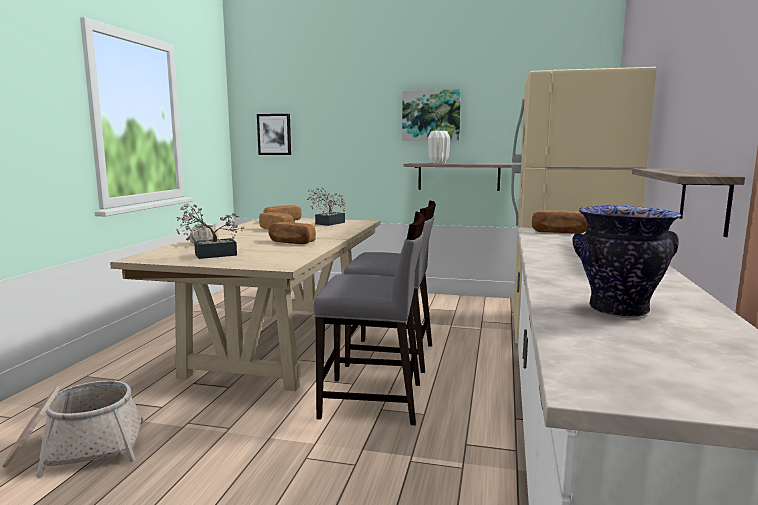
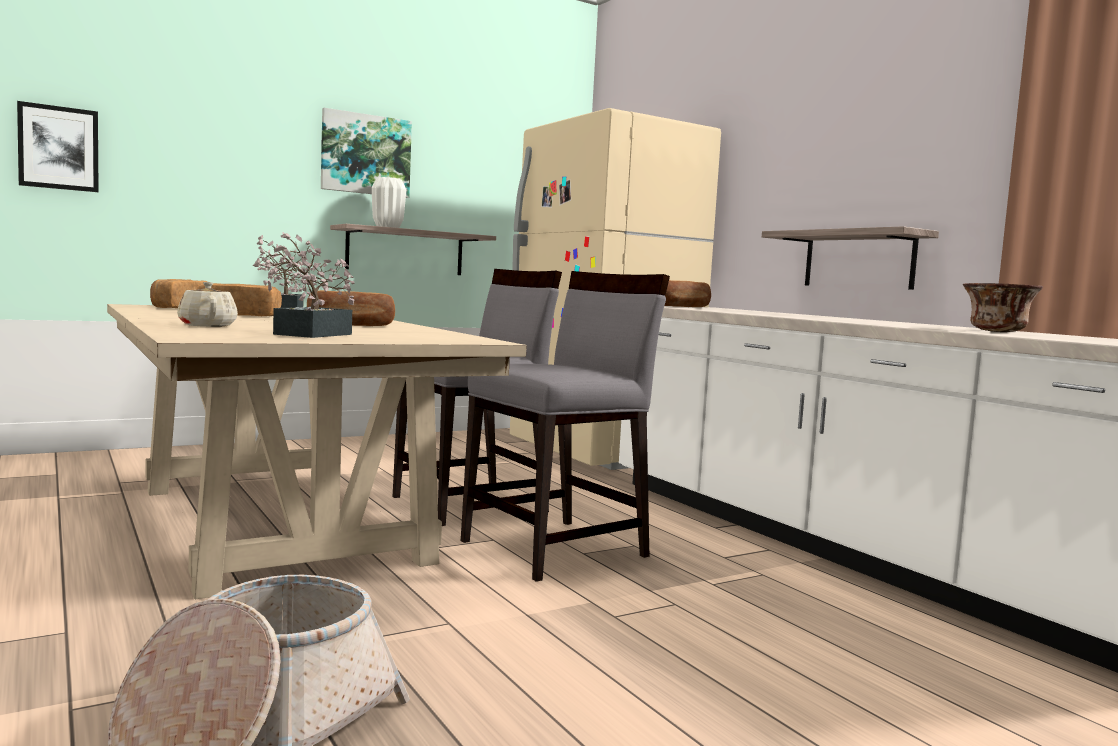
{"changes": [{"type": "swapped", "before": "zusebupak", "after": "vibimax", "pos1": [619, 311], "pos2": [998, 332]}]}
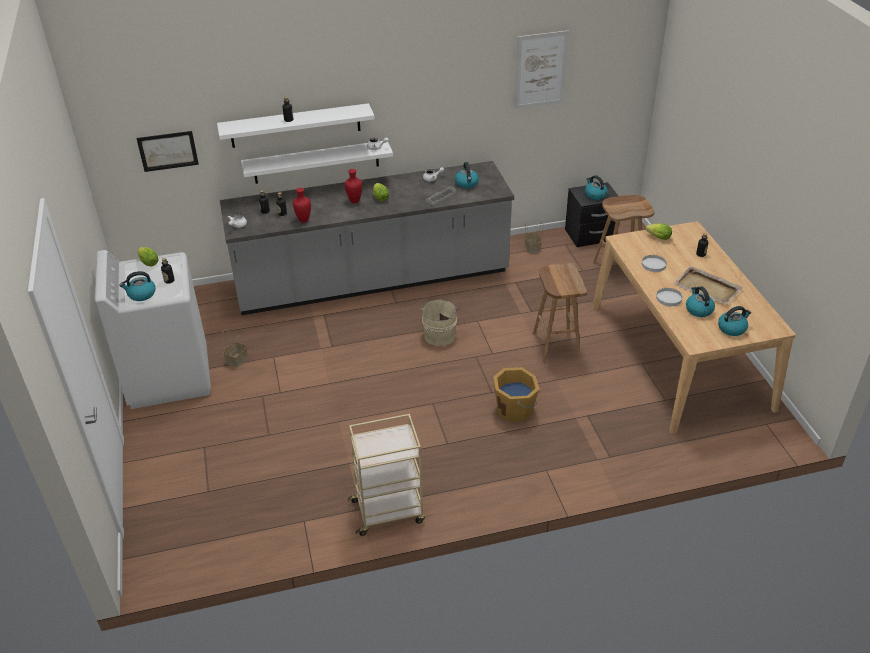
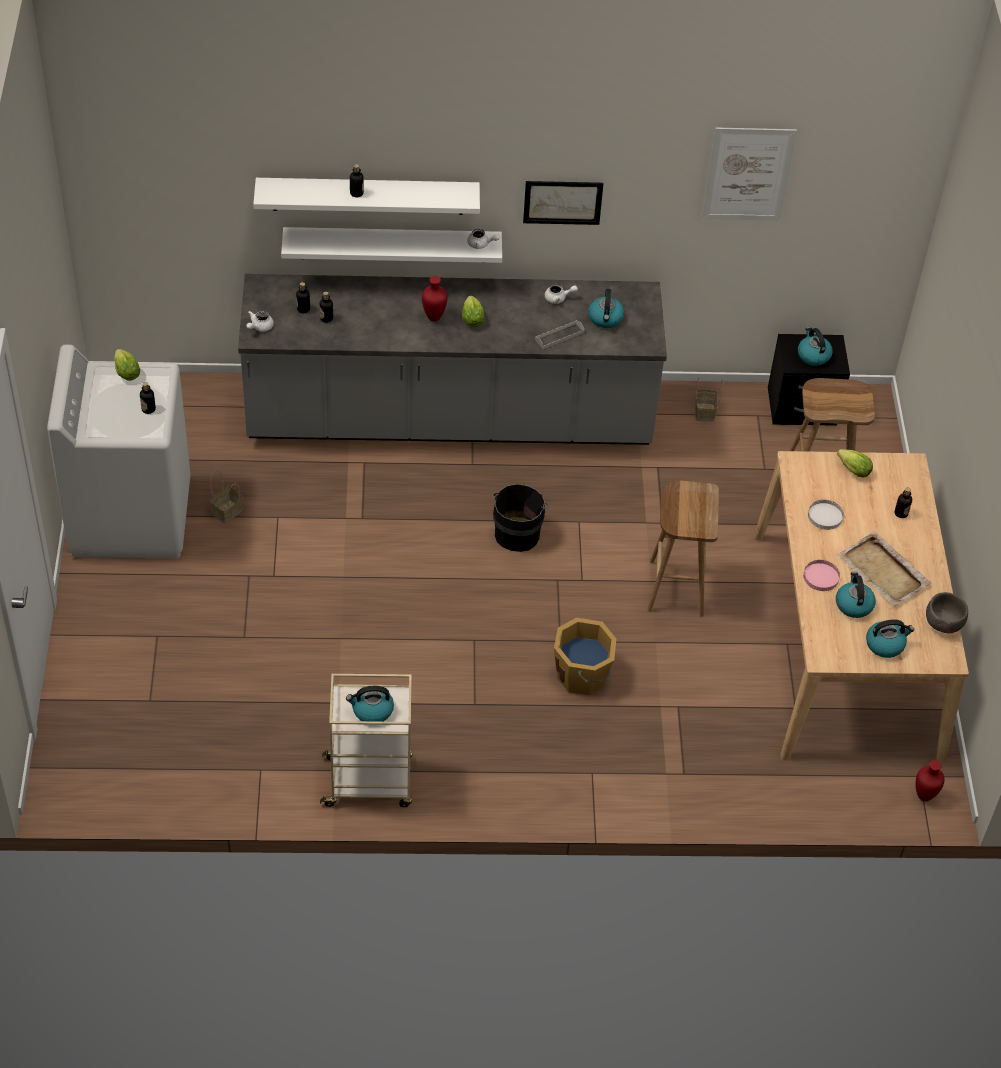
{"changes": [{"type": "shifted", "before": "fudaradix", "pos1": [141, 294], "pos2": [372, 711]}, {"type": "repainted", "before": "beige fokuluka", "after": "black fokuluka", "pos1": [439, 334], "pos2": [518, 532]}, {"type": "shifted", "before": "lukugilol", "pos1": [168, 151], "pos2": [562, 202]}, {"type": "repainted", "before": "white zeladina", "after": "pink zeladina", "pos1": [669, 298], "pos2": [820, 577]}, {"type": "shifted", "before": "red zusebupak", "pos1": [304, 221], "pos2": [924, 797]}, {"type": "new", "after": "brown vibimax", "pos2": [942, 624]}]}
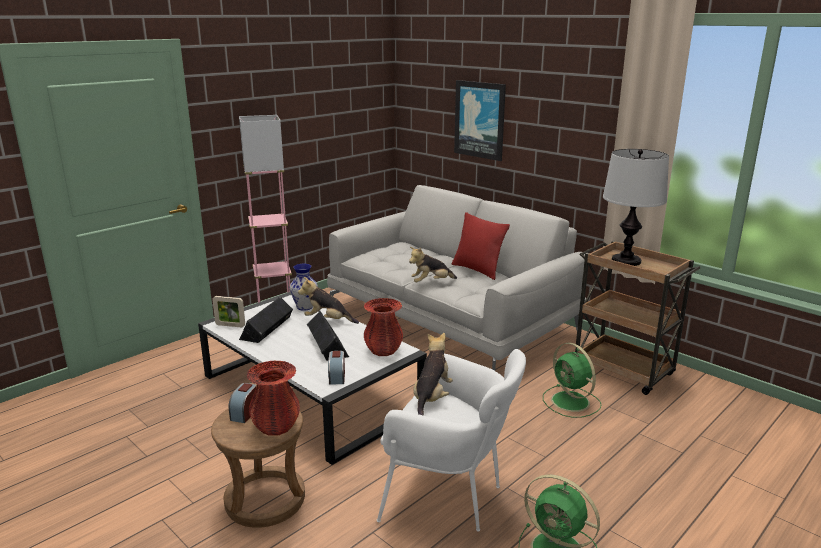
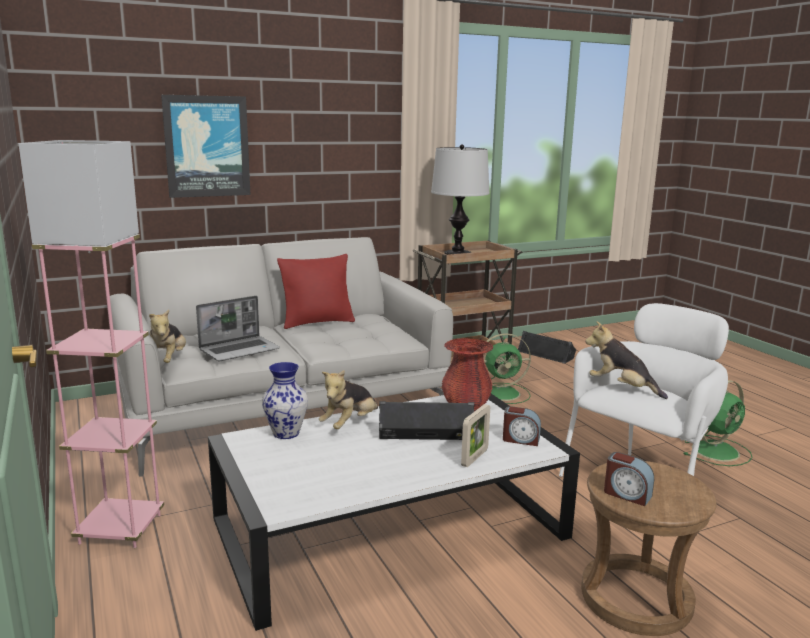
{"changes": [{"type": "shifted", "before": "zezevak", "pos1": [431, 282], "pos2": [168, 360]}, {"type": "new", "after": "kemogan", "pos2": [240, 350]}, {"type": "shifted", "before": "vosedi", "pos1": [230, 325], "pos2": [474, 458]}, {"type": "shifted", "before": "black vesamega", "pos1": [268, 328], "pos2": [546, 354]}, {"type": "gone", "before": "red zusebupak", "pos1": [276, 427]}]}
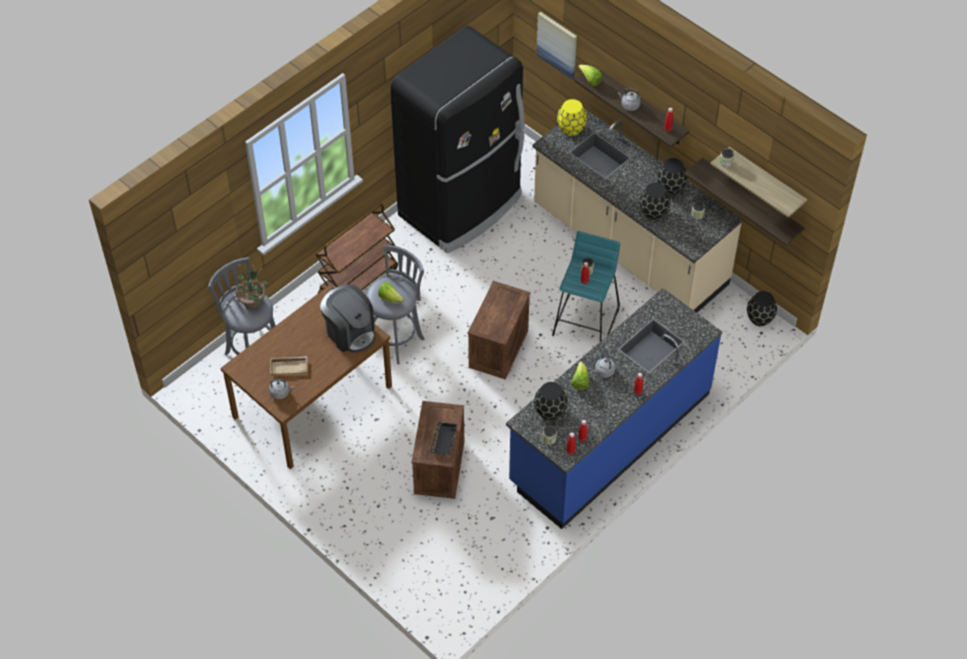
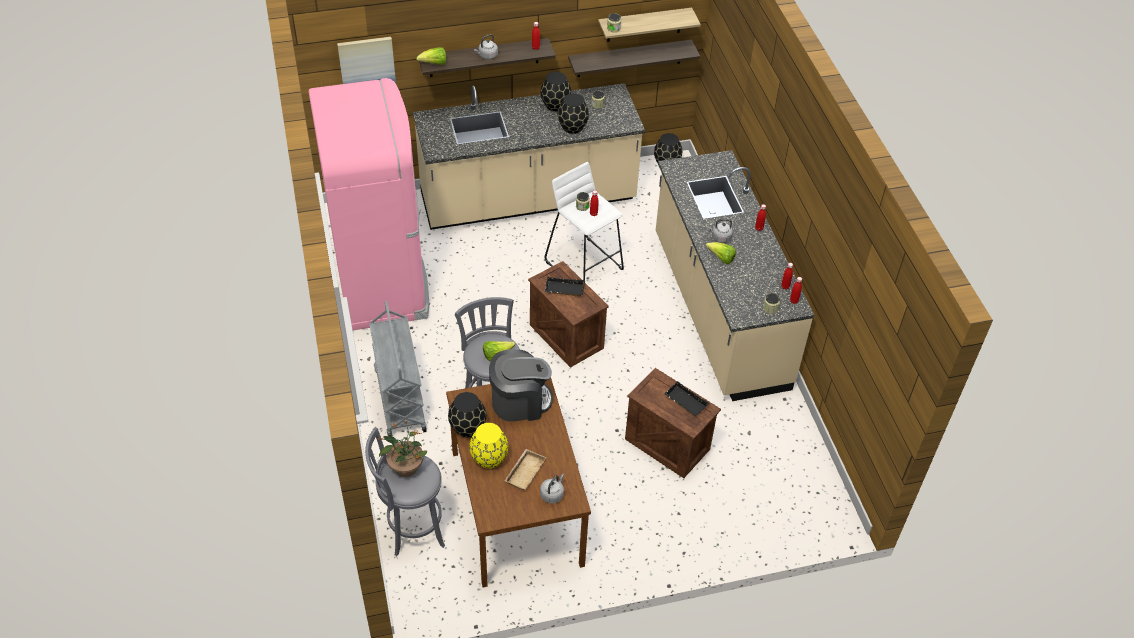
{"changes": [{"type": "repainted", "before": "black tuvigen", "after": "pink tuvigen", "pos1": [462, 206], "pos2": [382, 281]}, {"type": "repainted", "before": "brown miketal", "after": "grey miketal", "pos1": [358, 280], "pos2": [399, 399]}, {"type": "shifted", "before": "black zusebupak", "pos1": [550, 412], "pos2": [468, 428]}, {"type": "shifted", "before": "yellow zusebupak", "pos1": [571, 129], "pos2": [489, 459]}, {"type": "new", "after": "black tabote", "pos2": [564, 290]}, {"type": "repainted", "before": "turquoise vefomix", "after": "white vefomix", "pos1": [586, 321], "pos2": [584, 264]}, {"type": "repainted", "before": "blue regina", "after": "beige regina", "pos1": [609, 438], "pos2": [718, 311]}]}
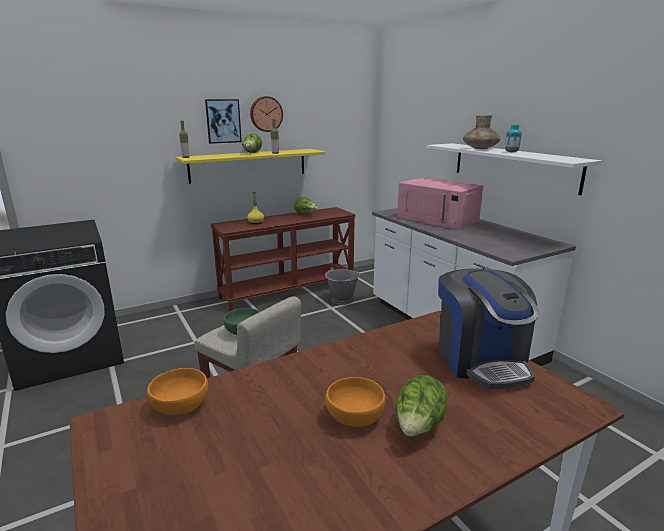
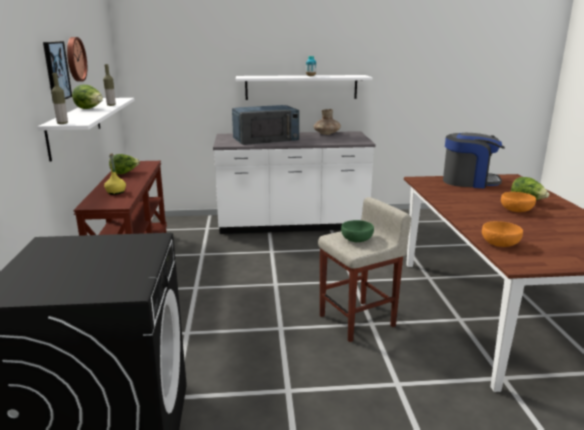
{"changes": [{"type": "repainted", "before": "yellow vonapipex", "after": "white vonapipex", "pos1": [249, 165], "pos2": [75, 126]}, {"type": "repainted", "before": "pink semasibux", "after": "blue semasibux", "pos1": [438, 219], "pos2": [266, 138]}, {"type": "shifted", "before": "brown zusebupak", "pos1": [480, 148], "pos2": [326, 134]}, {"type": "gone", "before": "grey fokuluka", "pos1": [342, 300]}]}
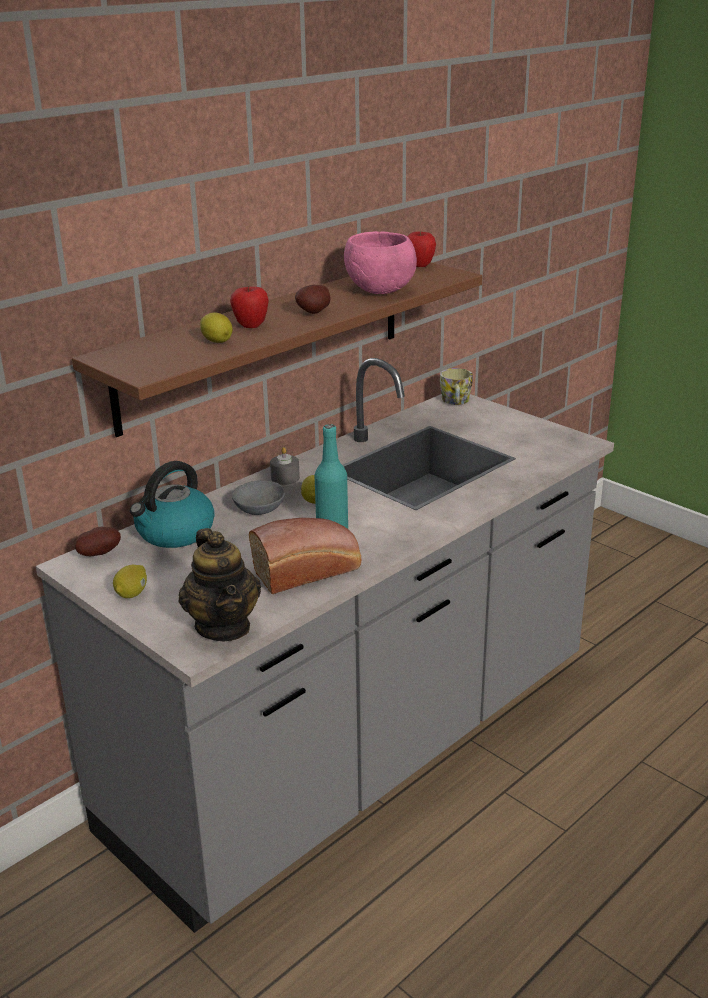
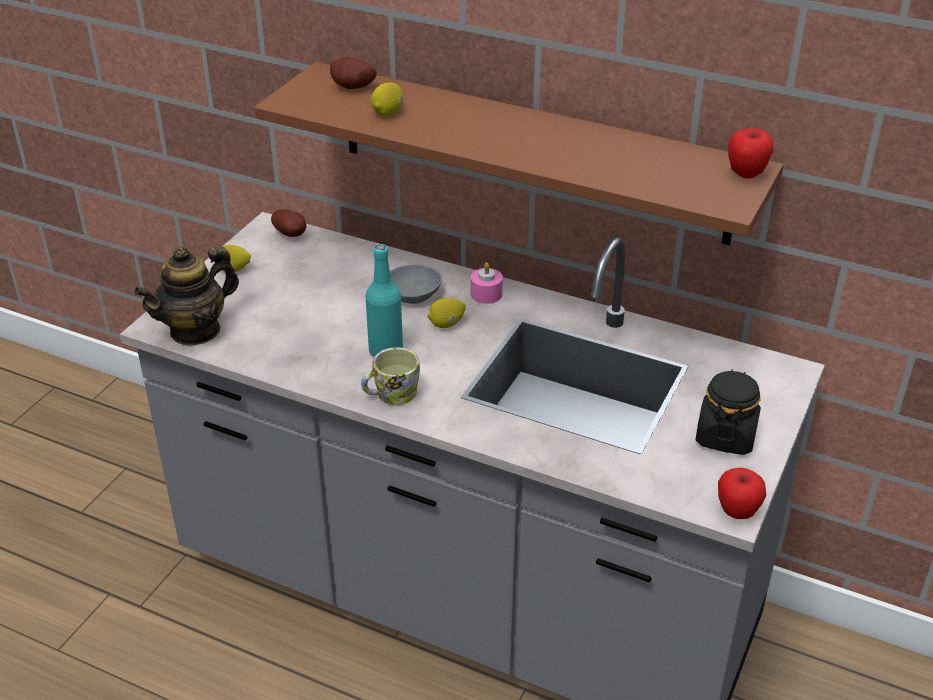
{"changes": [{"type": "shifted", "before": "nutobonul", "pos1": [315, 313], "pos2": [352, 88]}, {"type": "shifted", "before": "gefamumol", "pos1": [455, 402], "pos2": [391, 394]}, {"type": "repainted", "before": "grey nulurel", "after": "pink nulurel", "pos1": [285, 478], "pos2": [486, 294]}, {"type": "new", "after": "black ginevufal", "pos2": [725, 436]}, {"type": "shifted", "before": "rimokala", "pos1": [251, 326], "pos2": [737, 512]}, {"type": "gone", "before": "fudaradix", "pos1": [174, 533]}, {"type": "gone", "before": "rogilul", "pos1": [309, 571]}, {"type": "gone", "before": "pink vibimax", "pos1": [380, 291]}]}
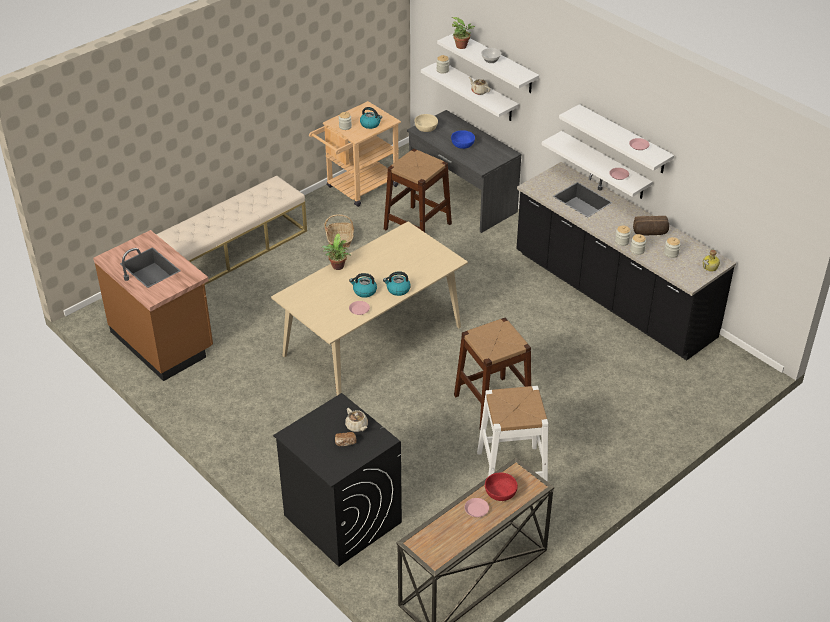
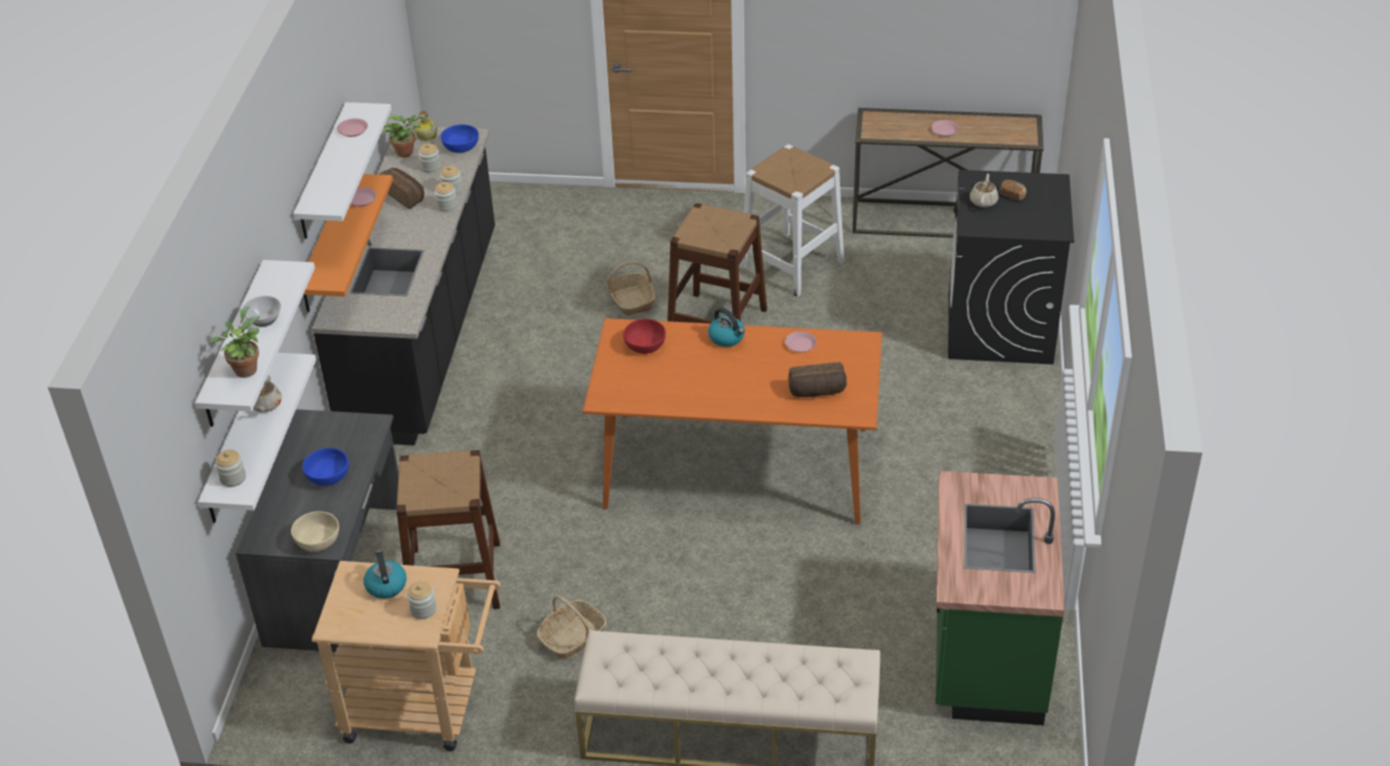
{"changes": [{"type": "repainted", "before": "white vonapipex", "after": "orange vonapipex", "pos1": [604, 166], "pos2": [325, 245]}, {"type": "shifted", "before": "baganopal", "pos1": [337, 267], "pos2": [407, 152]}, {"type": "new", "after": "blue vibimax", "pos2": [460, 147]}, {"type": "repainted", "before": "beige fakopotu", "after": "orange fakopotu", "pos1": [373, 340], "pos2": [736, 468]}, {"type": "new", "after": "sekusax", "pos2": [631, 300]}, {"type": "shifted", "before": "red vibimax", "pos1": [500, 493], "pos2": [645, 345]}, {"type": "new", "after": "rogilul", "pos2": [817, 392]}, {"type": "repainted", "before": "brown regina", "after": "green regina", "pos1": [163, 341], "pos2": [985, 654]}, {"type": "gone", "before": "fudaradix", "pos1": [364, 291]}]}
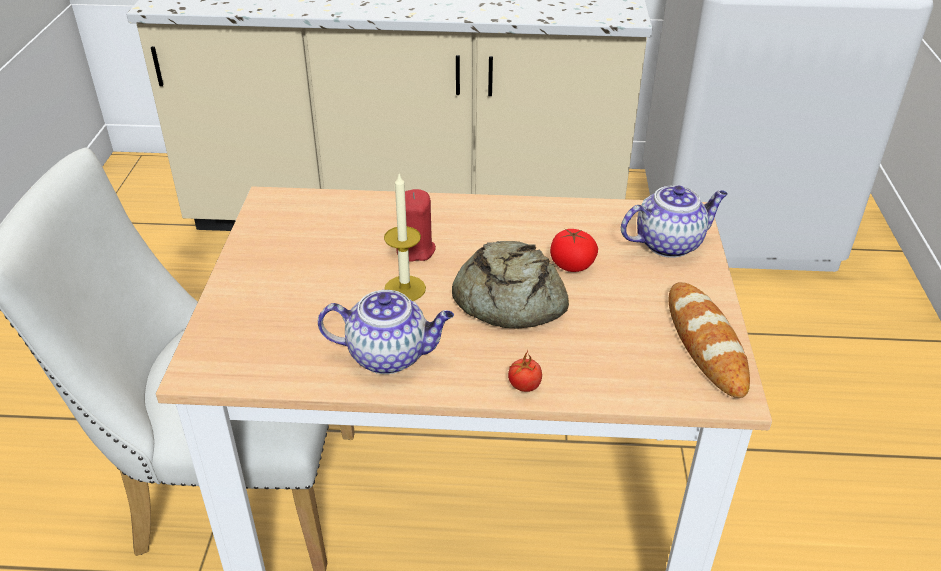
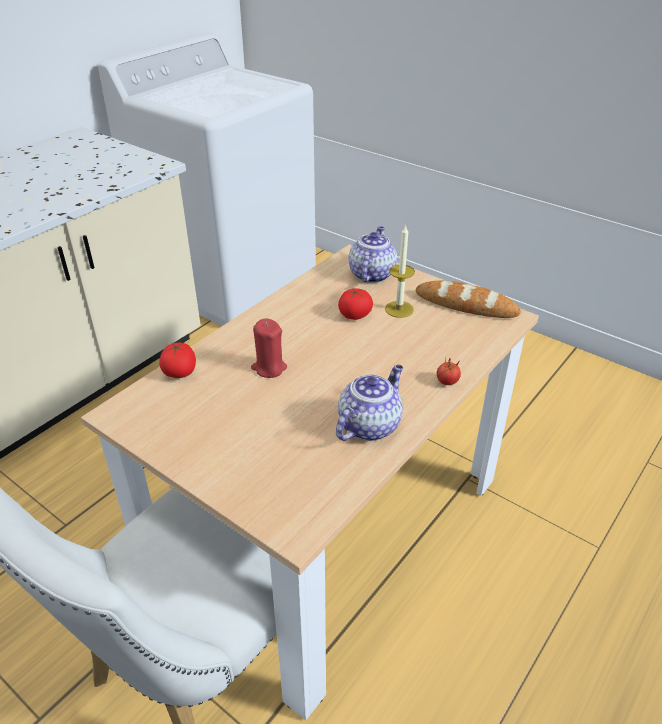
{"changes": [{"type": "new", "after": "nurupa", "pos2": [180, 372]}, {"type": "shifted", "before": "nulurel", "pos1": [405, 289], "pos2": [399, 309]}, {"type": "gone", "before": "rogilul", "pos1": [507, 298]}]}
